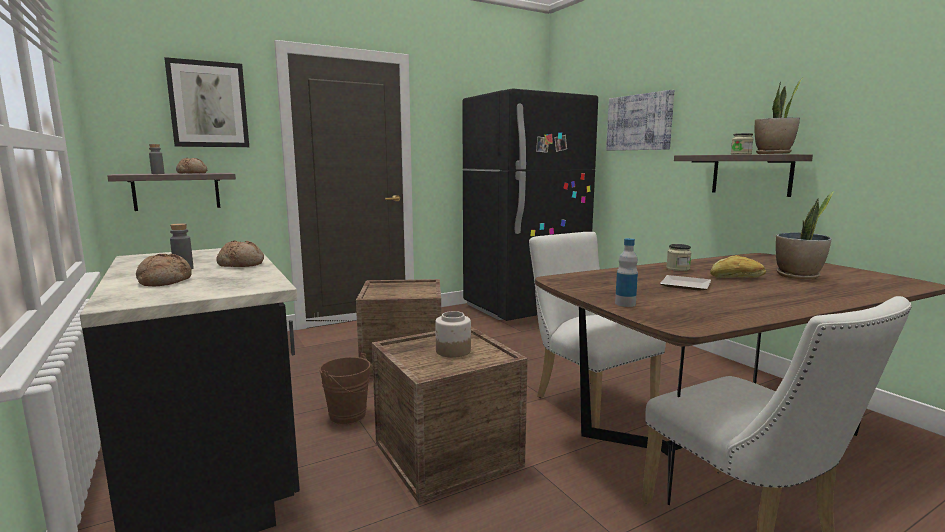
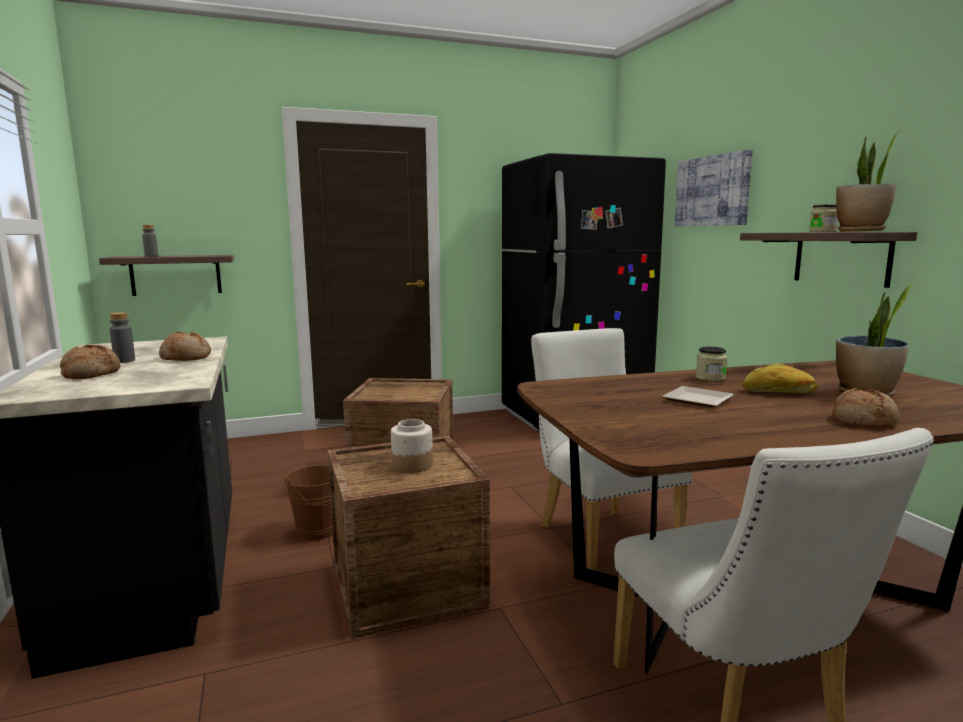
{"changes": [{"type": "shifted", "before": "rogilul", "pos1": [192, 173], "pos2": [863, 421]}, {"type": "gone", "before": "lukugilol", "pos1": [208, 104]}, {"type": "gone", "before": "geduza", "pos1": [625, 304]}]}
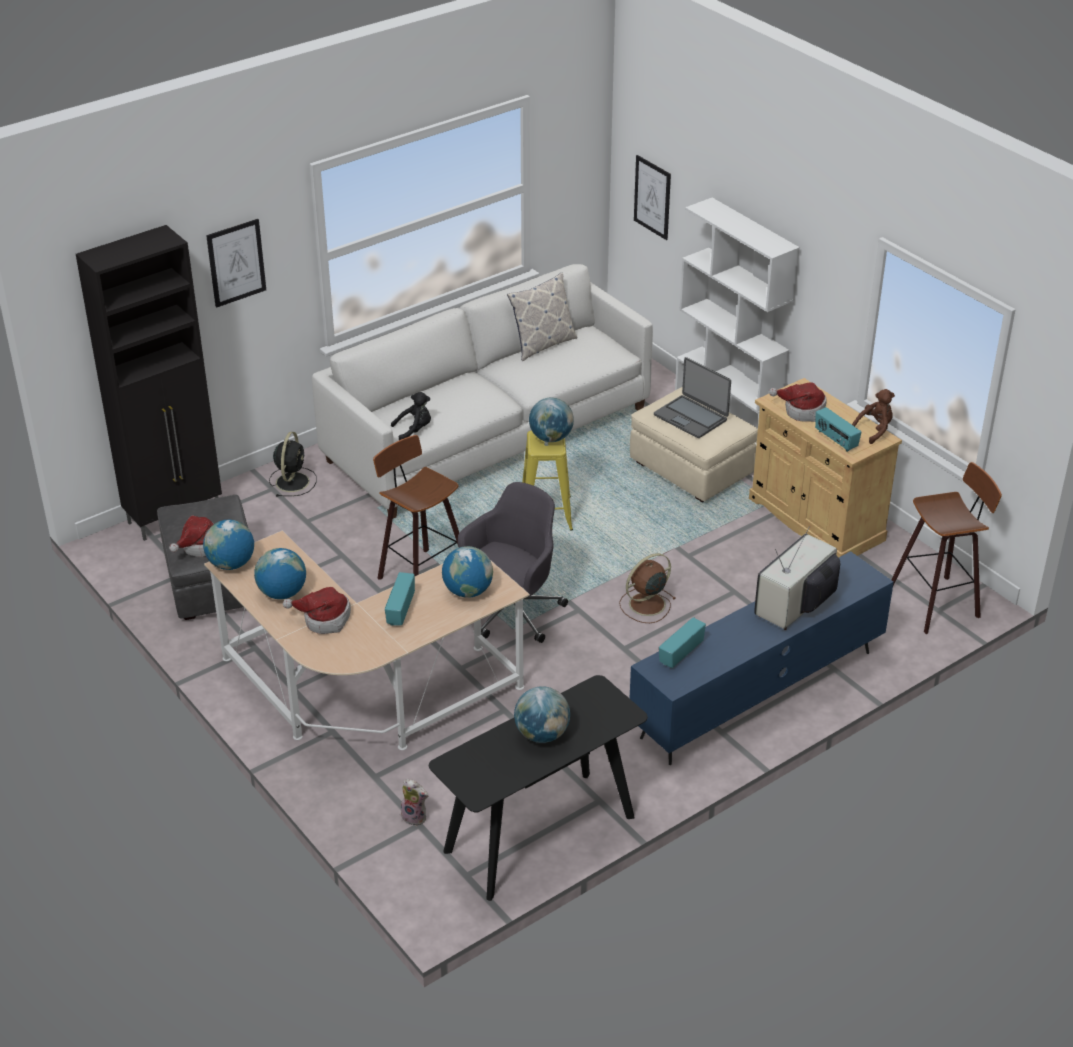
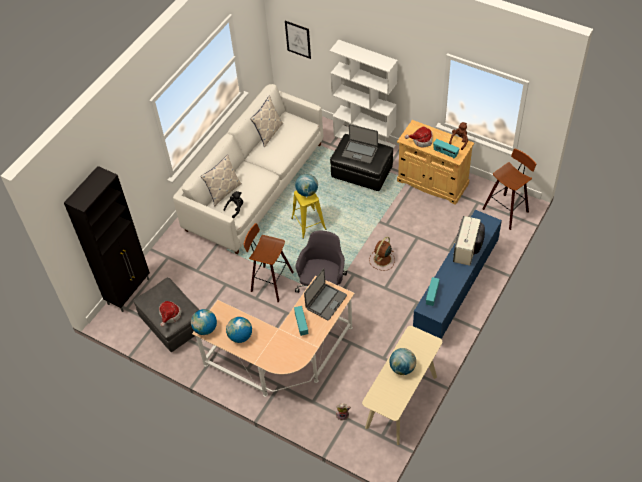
{"changes": [{"type": "new", "after": "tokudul", "pos2": [223, 192]}, {"type": "swapped", "before": "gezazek", "after": "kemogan", "pos1": [468, 591], "pos2": [326, 302]}, {"type": "repainted", "before": "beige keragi", "after": "black keragi", "pos1": [691, 469], "pos2": [362, 173]}, {"type": "repainted", "before": "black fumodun", "after": "beige fumodun", "pos1": [540, 834], "pos2": [401, 402]}, {"type": "gone", "before": "lukugilol", "pos1": [236, 262]}, {"type": "gone", "before": "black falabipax", "pos1": [293, 481]}, {"type": "gone", "before": "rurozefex", "pos1": [324, 619]}]}
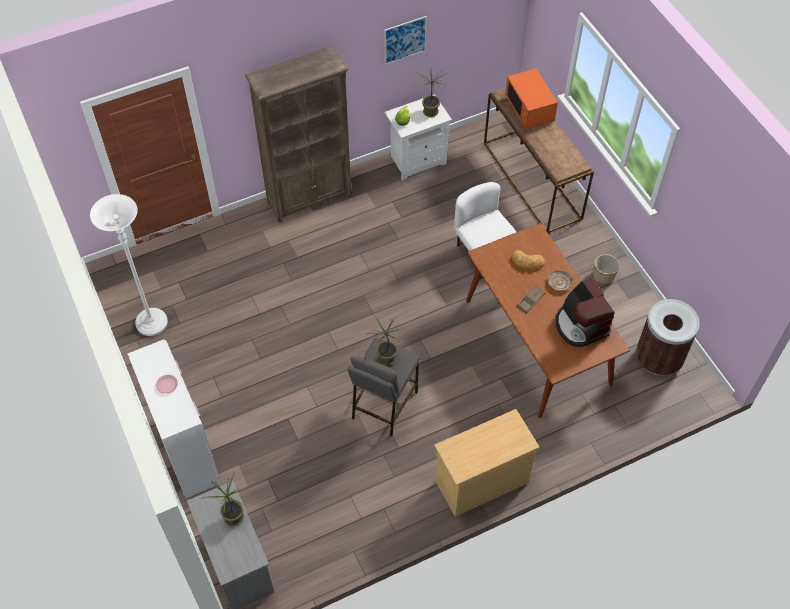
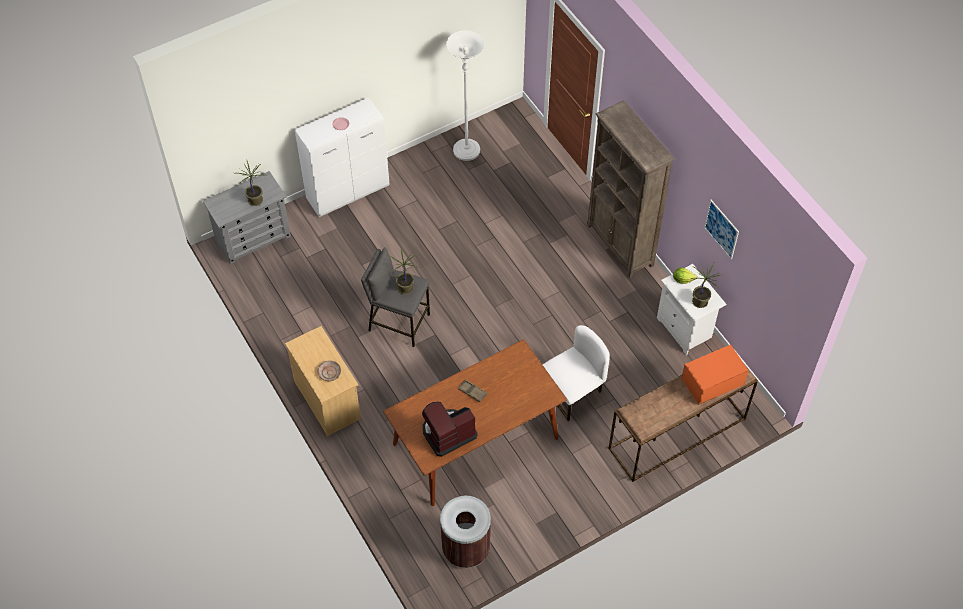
{"changes": [{"type": "shifted", "before": "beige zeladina", "pos1": [559, 283], "pos2": [329, 372]}, {"type": "gone", "before": "rogilul", "pos1": [527, 262]}, {"type": "gone", "before": "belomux", "pos1": [603, 276]}]}
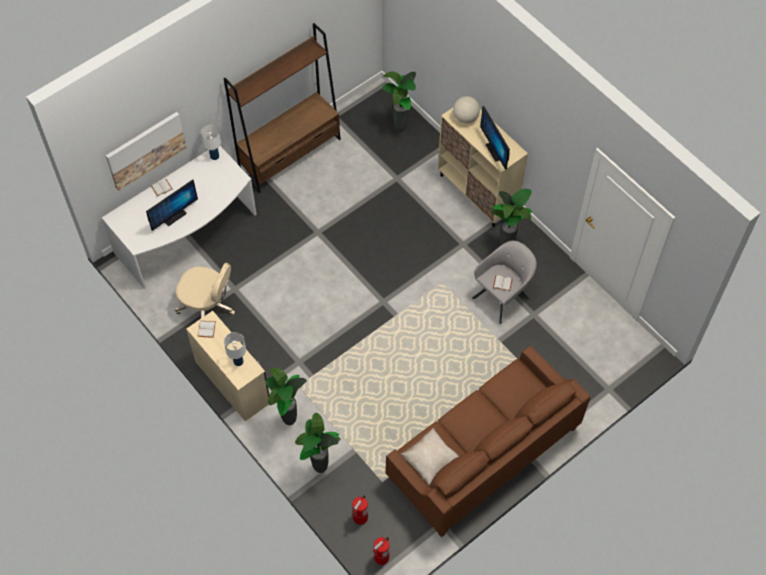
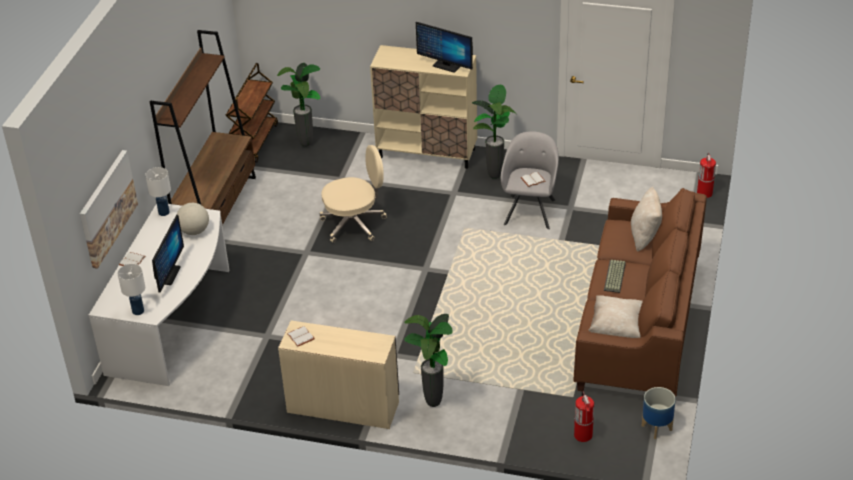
{"changes": [{"type": "shifted", "before": "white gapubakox", "pos1": [238, 361], "pos2": [138, 311]}, {"type": "shifted", "before": "gezazek", "pos1": [465, 118], "pos2": [194, 231]}, {"type": "new", "after": "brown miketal", "pos2": [254, 141]}, {"type": "shifted", "before": "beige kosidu", "pos1": [207, 305], "pos2": [354, 223]}, {"type": "new", "after": "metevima", "pos2": [615, 277]}, {"type": "new", "after": "beige tokudul", "pos2": [645, 236]}, {"type": "new", "after": "belomux", "pos2": [657, 428]}, {"type": "shifted", "before": "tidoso", "pos1": [381, 557], "pos2": [704, 193]}, {"type": "gone", "before": "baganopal", "pos1": [319, 469]}]}
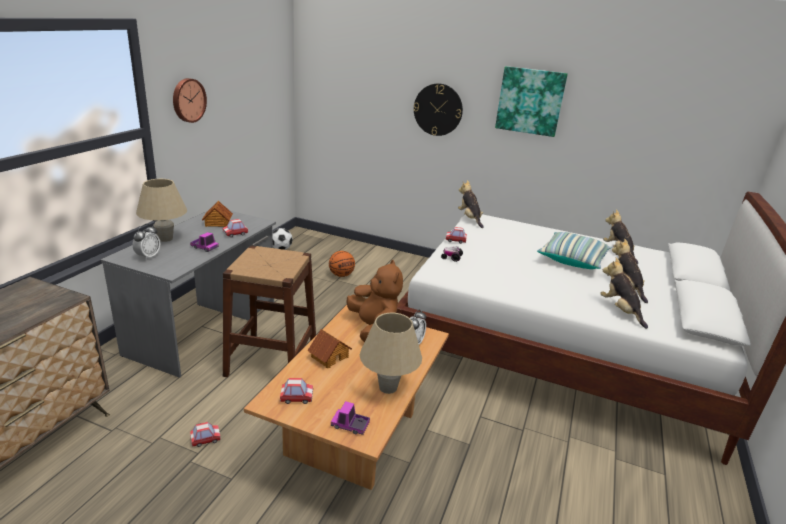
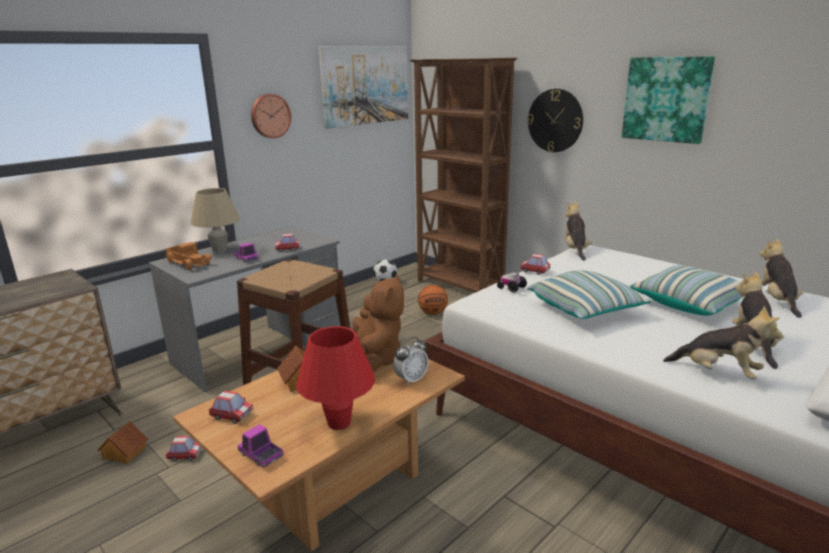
{"changes": [{"type": "shifted", "before": "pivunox", "pos1": [217, 223], "pos2": [124, 453]}, {"type": "swapped", "before": "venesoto", "after": "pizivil", "pos1": [148, 256], "pos2": [189, 262]}, {"type": "repainted", "before": "beige gapubakox", "after": "red gapubakox", "pos1": [388, 387], "pos2": [339, 423]}, {"type": "new", "after": "lukugilol", "pos2": [365, 85]}, {"type": "new", "after": "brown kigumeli", "pos2": [459, 286]}, {"type": "new", "after": "tokudul", "pos2": [585, 309]}, {"type": "rotated", "before": "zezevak", "pos1": [620, 310], "pos2": [718, 373], "turn": 120}]}
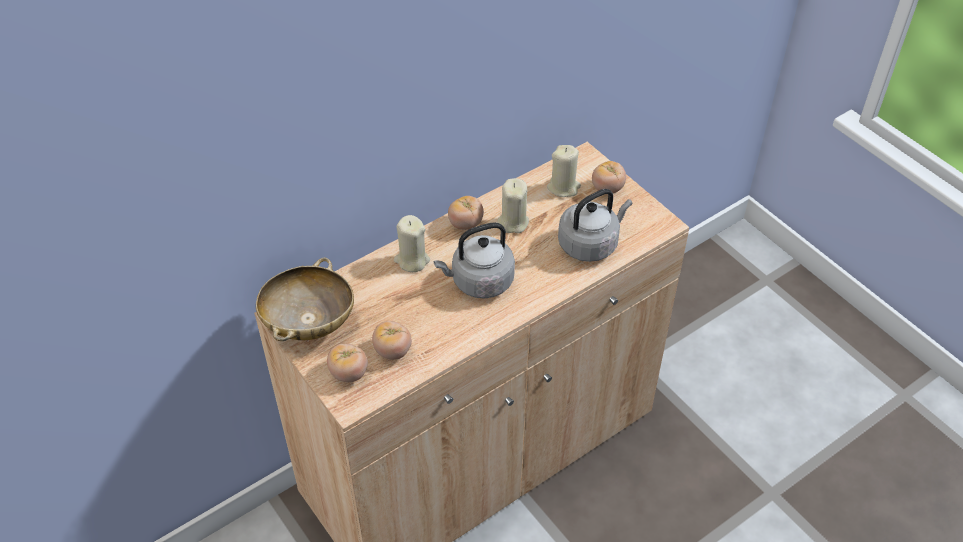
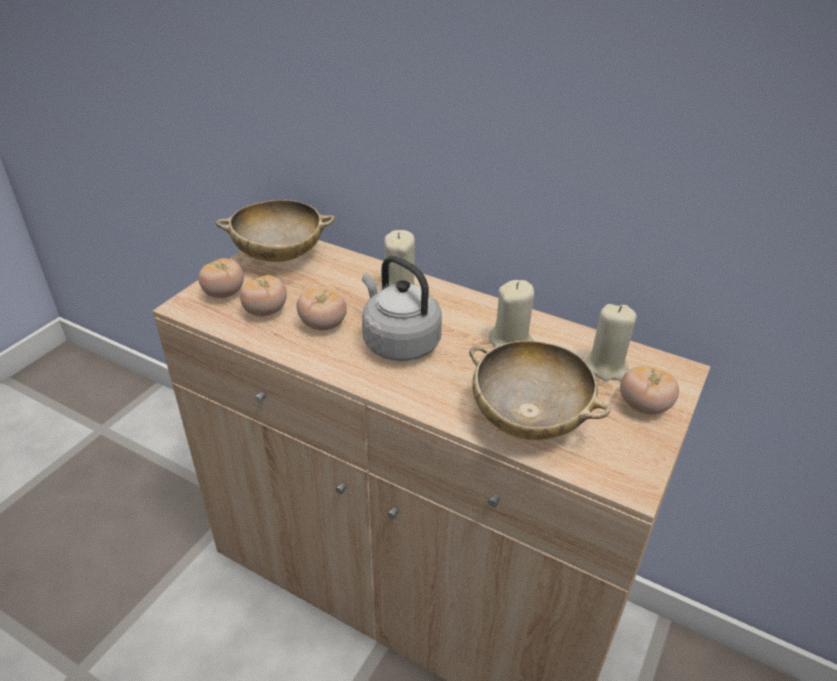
{"changes": [{"type": "shifted", "before": "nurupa", "pos1": [465, 224], "pos2": [323, 325]}, {"type": "swapped", "before": "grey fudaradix", "after": "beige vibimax", "pos1": [590, 244], "pos2": [529, 417]}]}
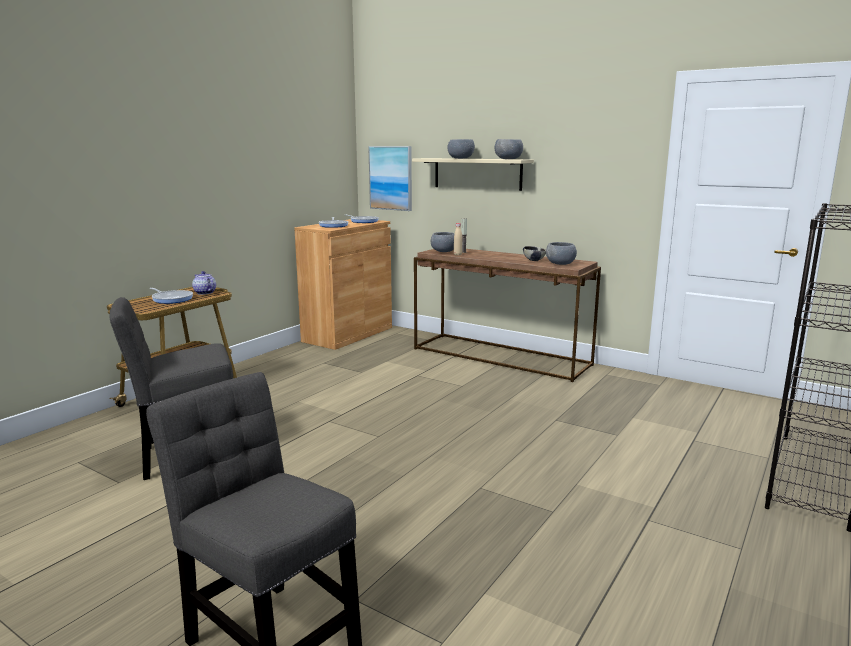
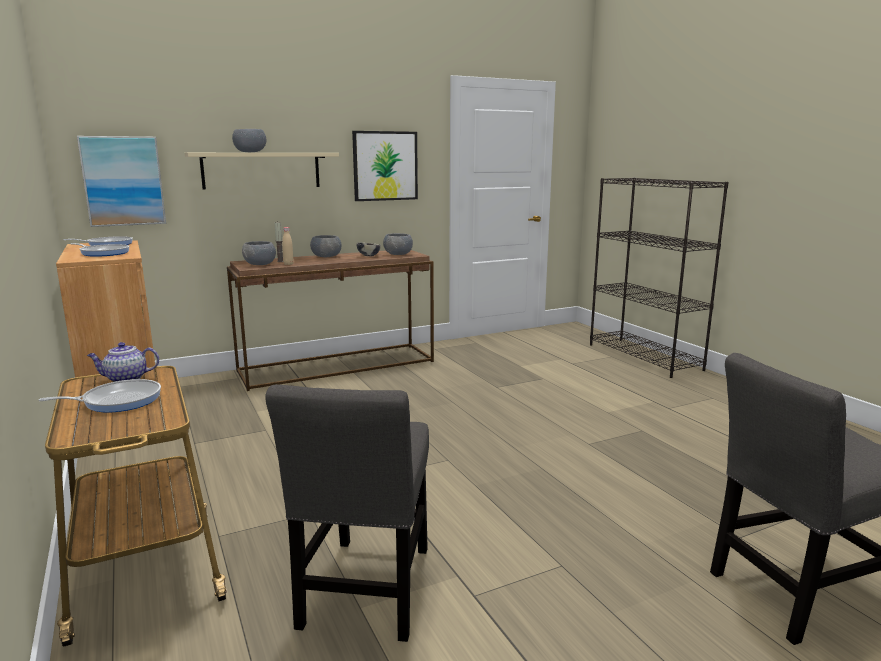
{"changes": [{"type": "shifted", "before": "grey vibimax", "pos1": [508, 159], "pos2": [326, 256]}, {"type": "new", "after": "lukugilol", "pos2": [385, 166]}]}
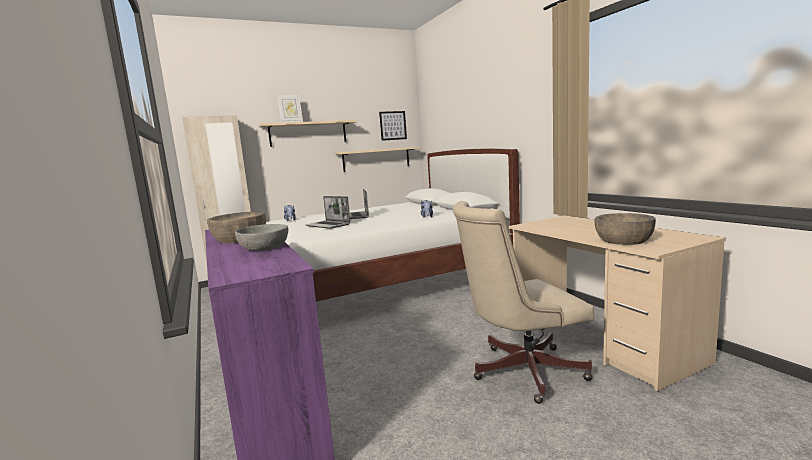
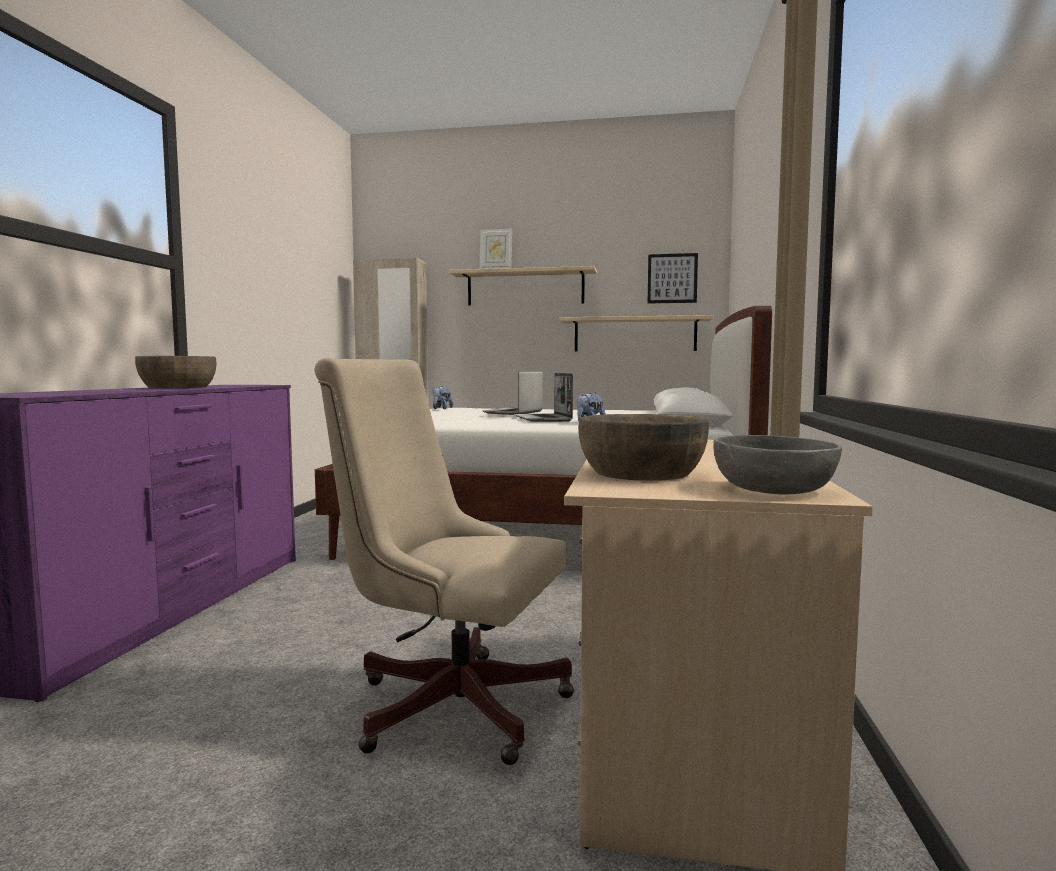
{"changes": [{"type": "shifted", "before": "kemogan", "pos1": [329, 225], "pos2": [543, 419]}, {"type": "shifted", "before": "grey vibimax", "pos1": [264, 248], "pos2": [774, 489]}]}
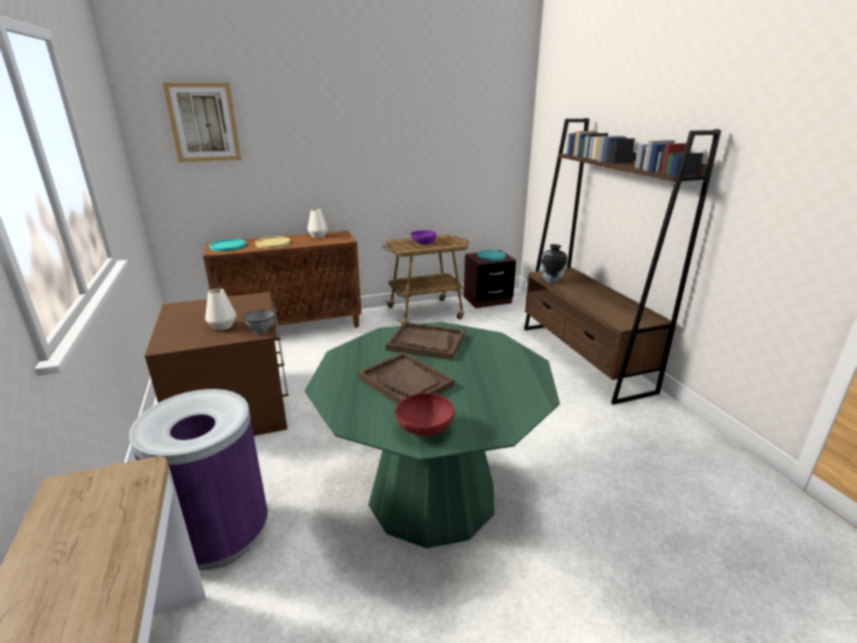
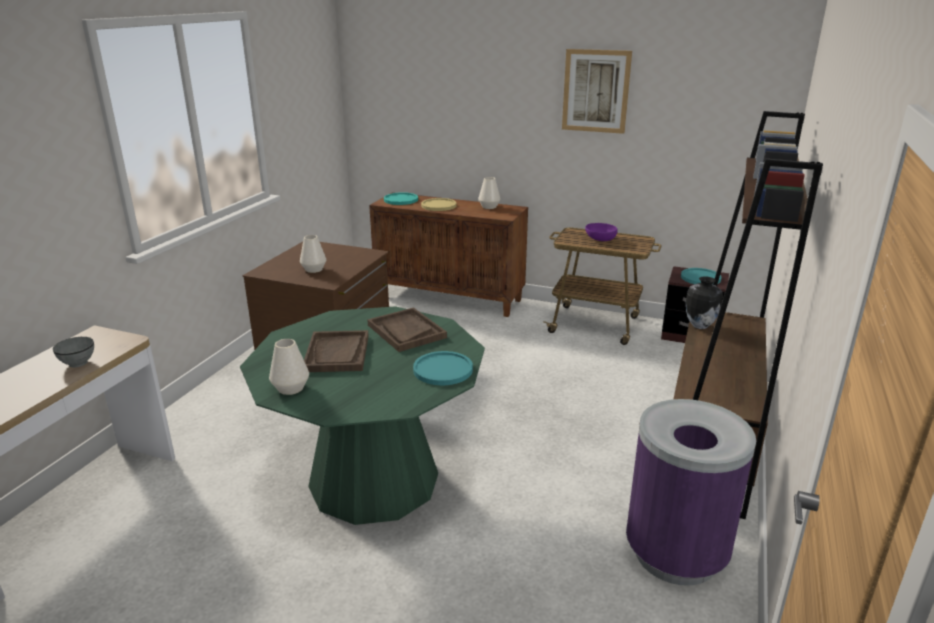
{"changes": [{"type": "shifted", "before": "grey vibimax", "pos1": [261, 330], "pos2": [78, 363]}, {"type": "swapped", "before": "red vibimax", "after": "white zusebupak", "pos1": [425, 429], "pos2": [290, 388]}, {"type": "new", "after": "turquoise zeladina", "pos2": [443, 369]}, {"type": "shifted", "before": "lukugilol", "pos1": [203, 122], "pos2": [596, 91]}, {"type": "shifted", "before": "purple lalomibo", "pos1": [219, 536], "pos2": [675, 554]}]}
